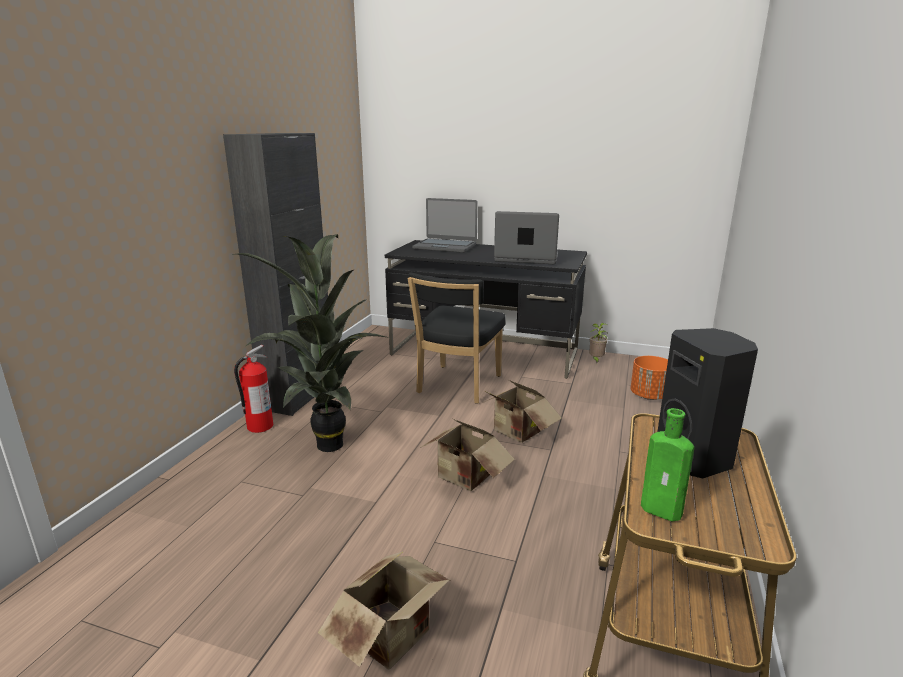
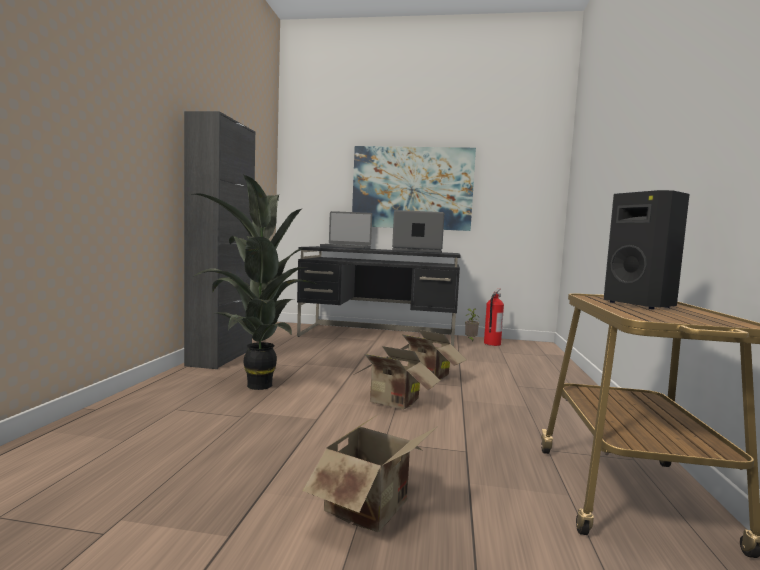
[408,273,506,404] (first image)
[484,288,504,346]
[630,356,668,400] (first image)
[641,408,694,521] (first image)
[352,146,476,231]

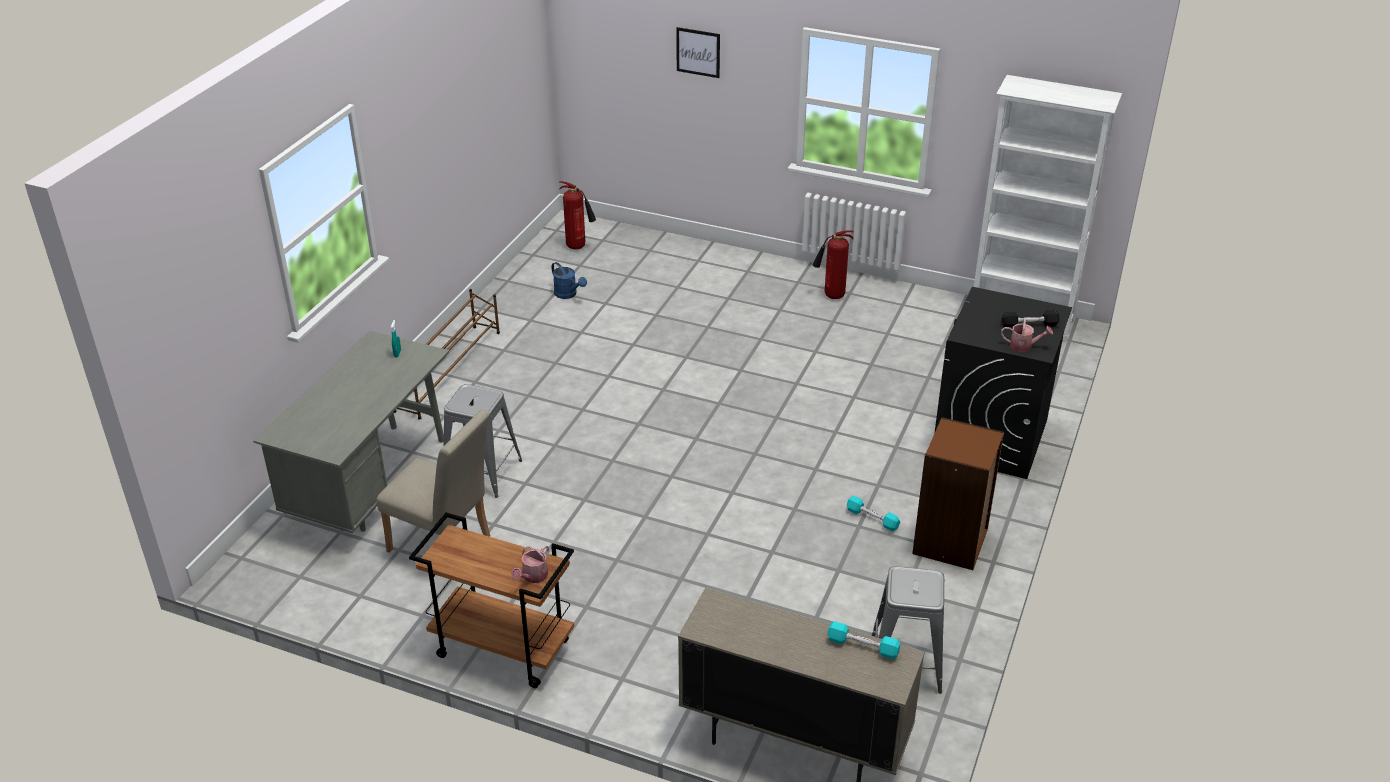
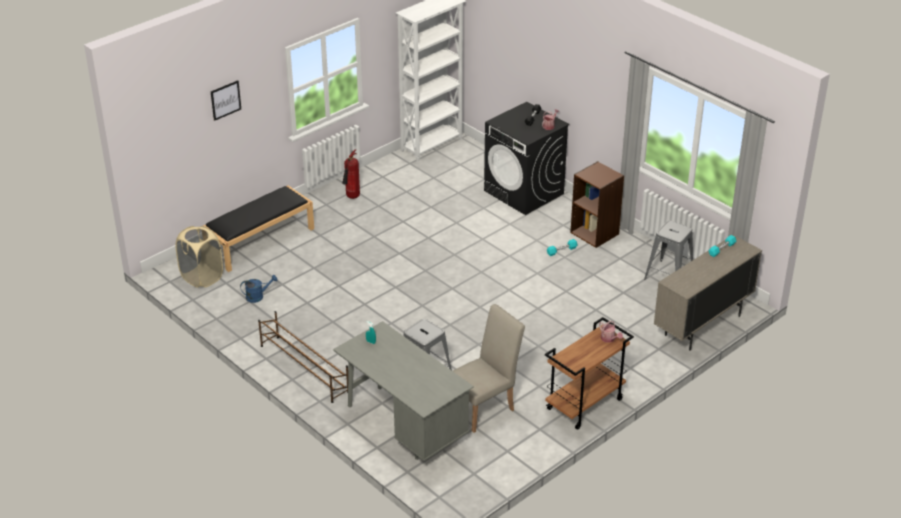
[175,226,223,288]
[203,186,314,272]

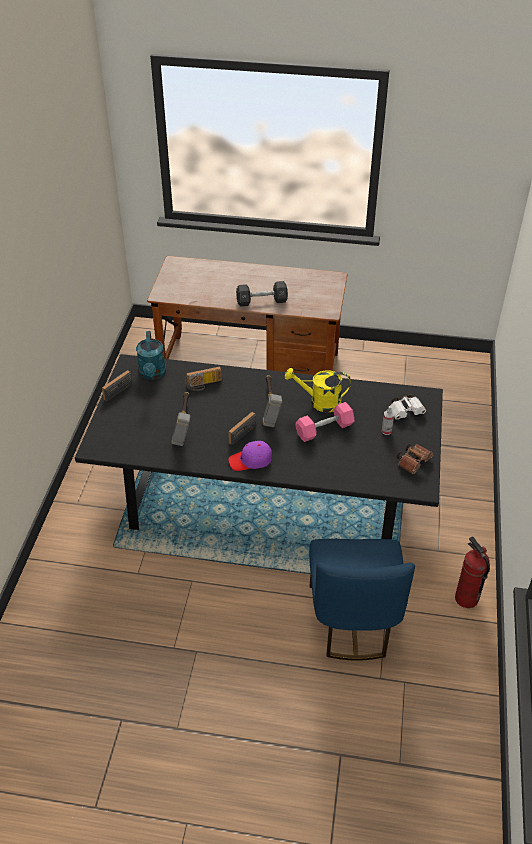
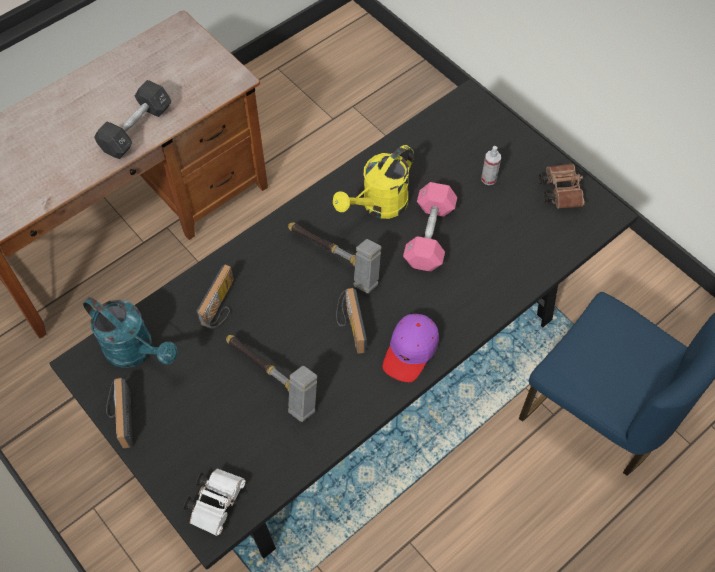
[183,468,246,536]
[455,536,490,608] (first image)

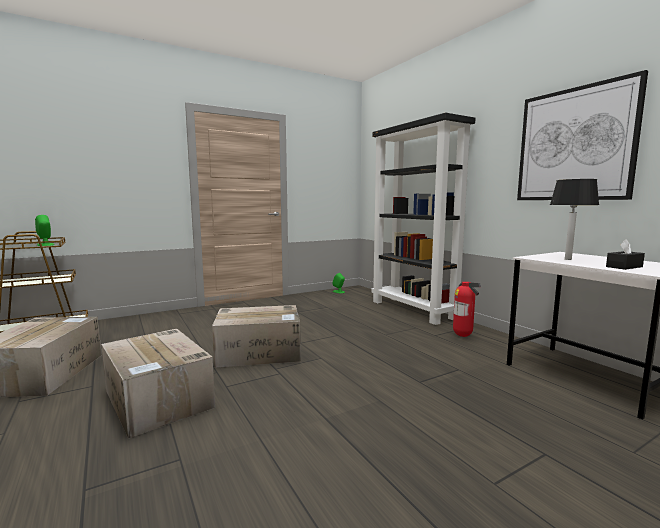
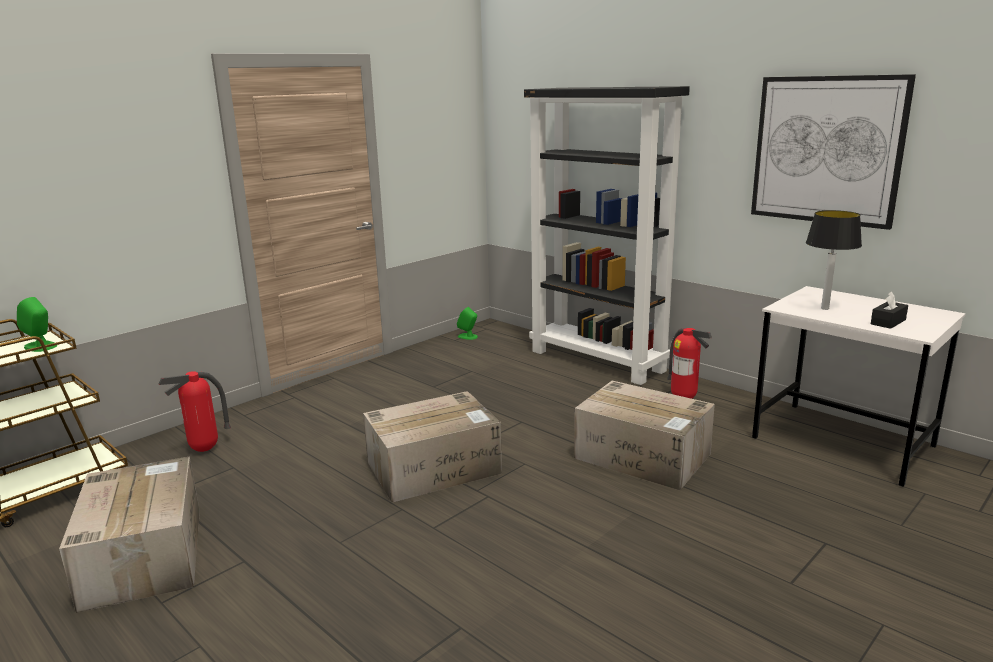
[574,380,715,490]
[159,371,231,452]

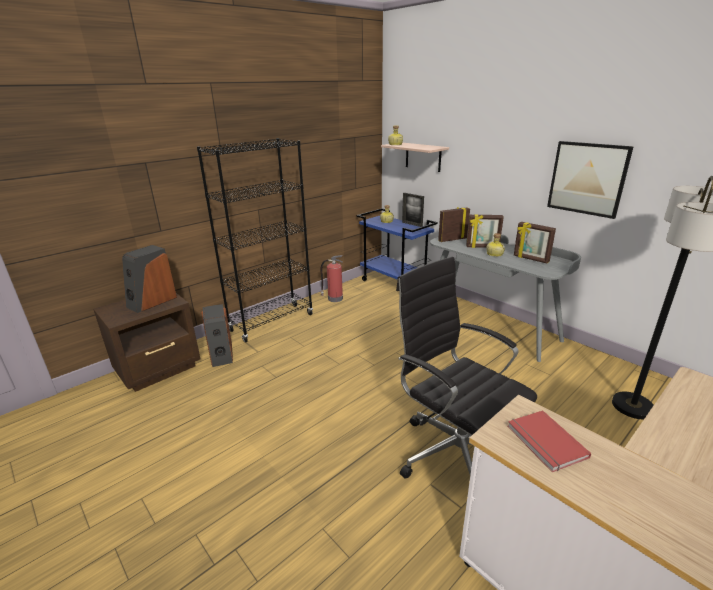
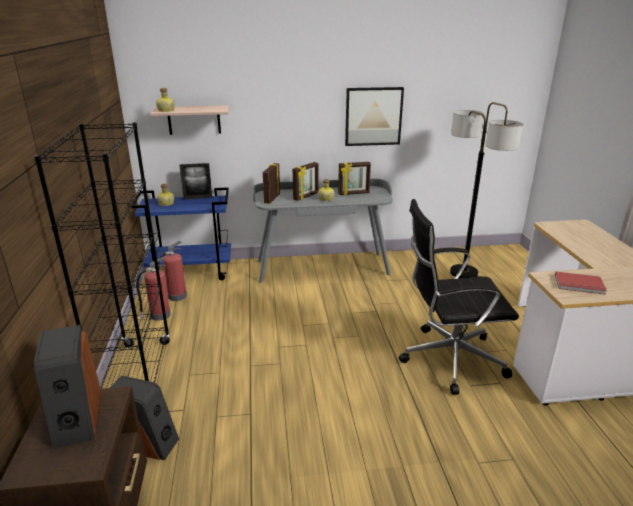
[158,241,187,301]

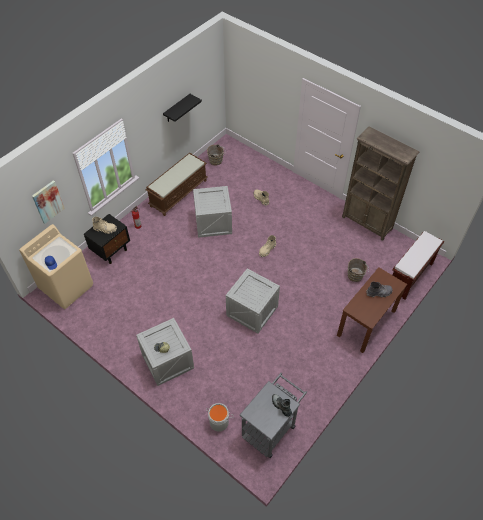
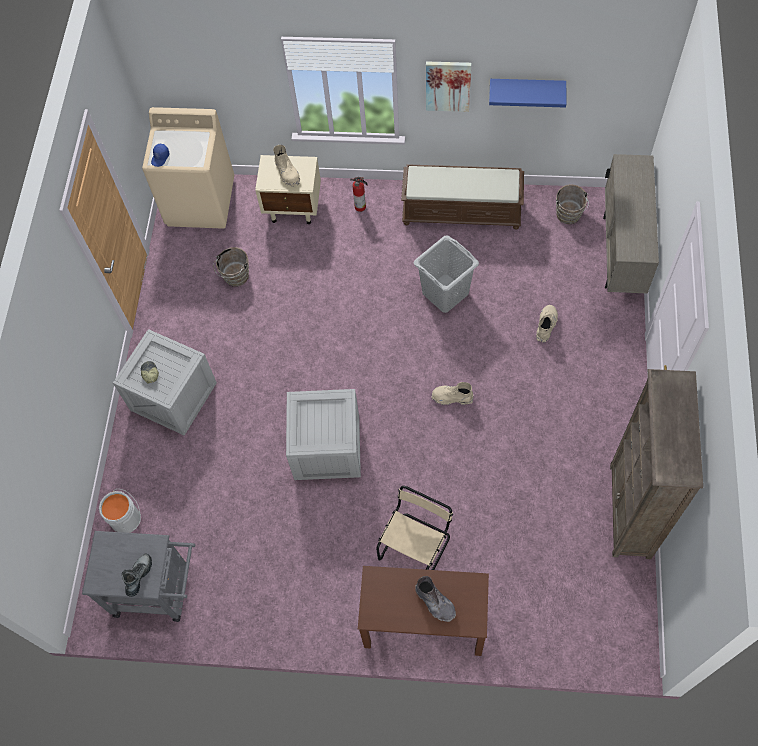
[489,79,566,108]
[426,61,471,112]
[413,235,479,313]
[255,155,321,224]
[392,231,444,300] (first image)
[213,247,249,287]
[603,154,659,294]
[376,486,453,570]

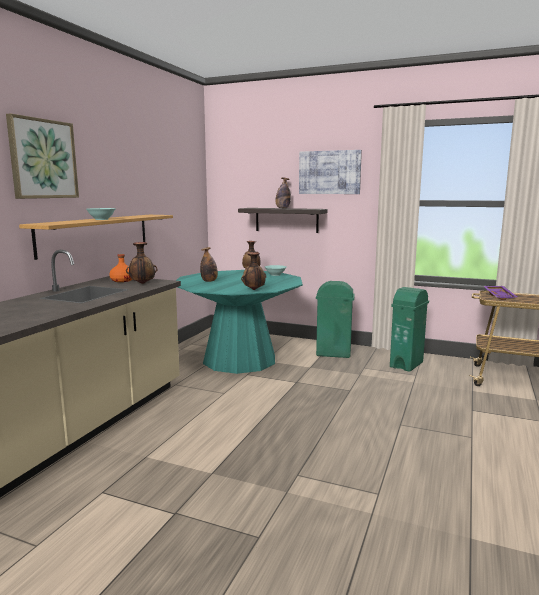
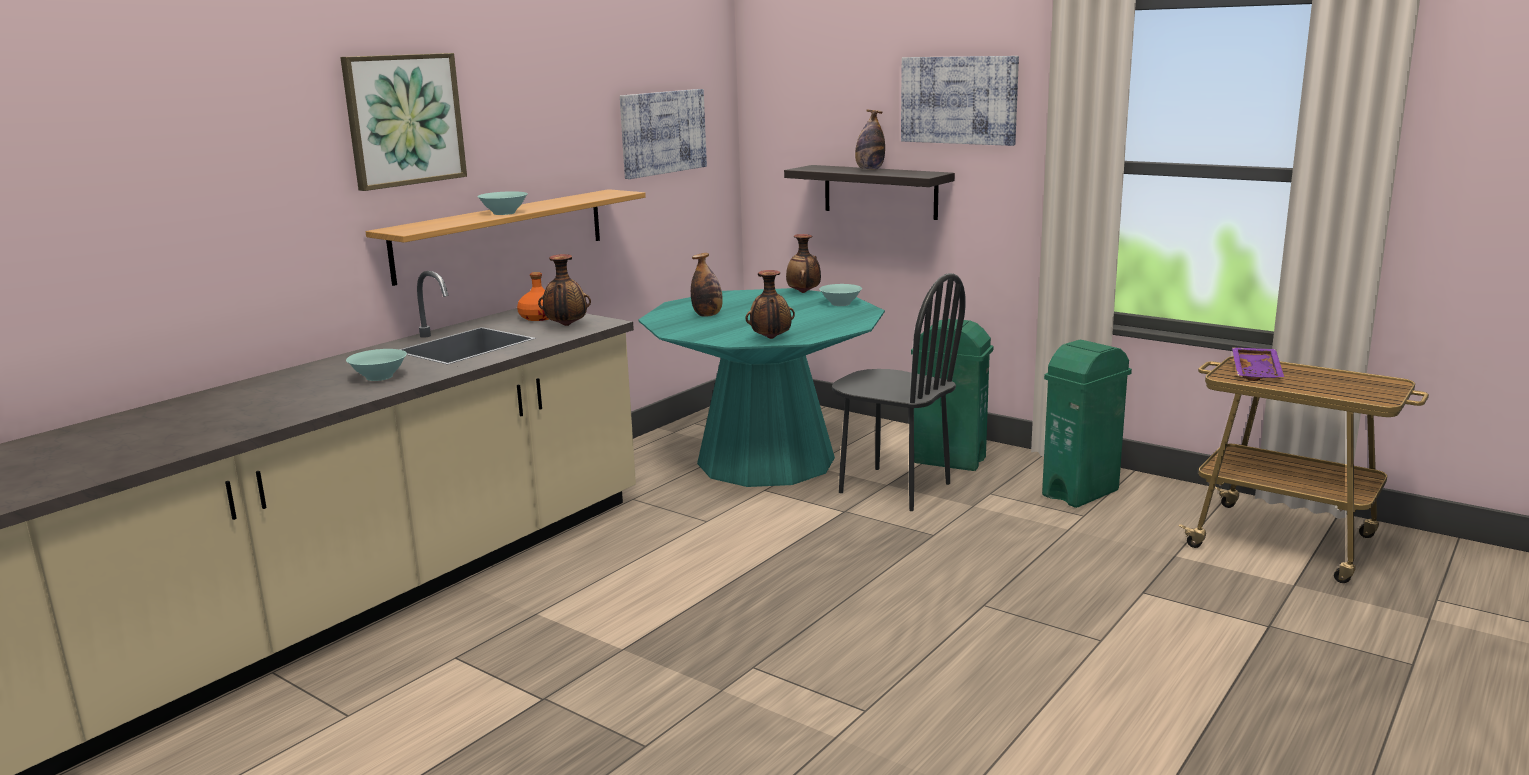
[620,89,707,179]
[832,273,966,511]
[346,349,407,381]

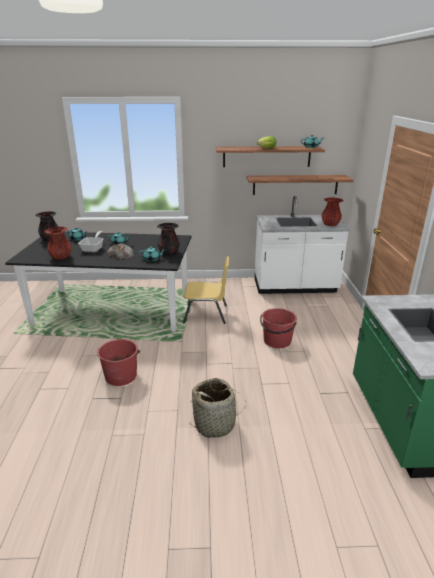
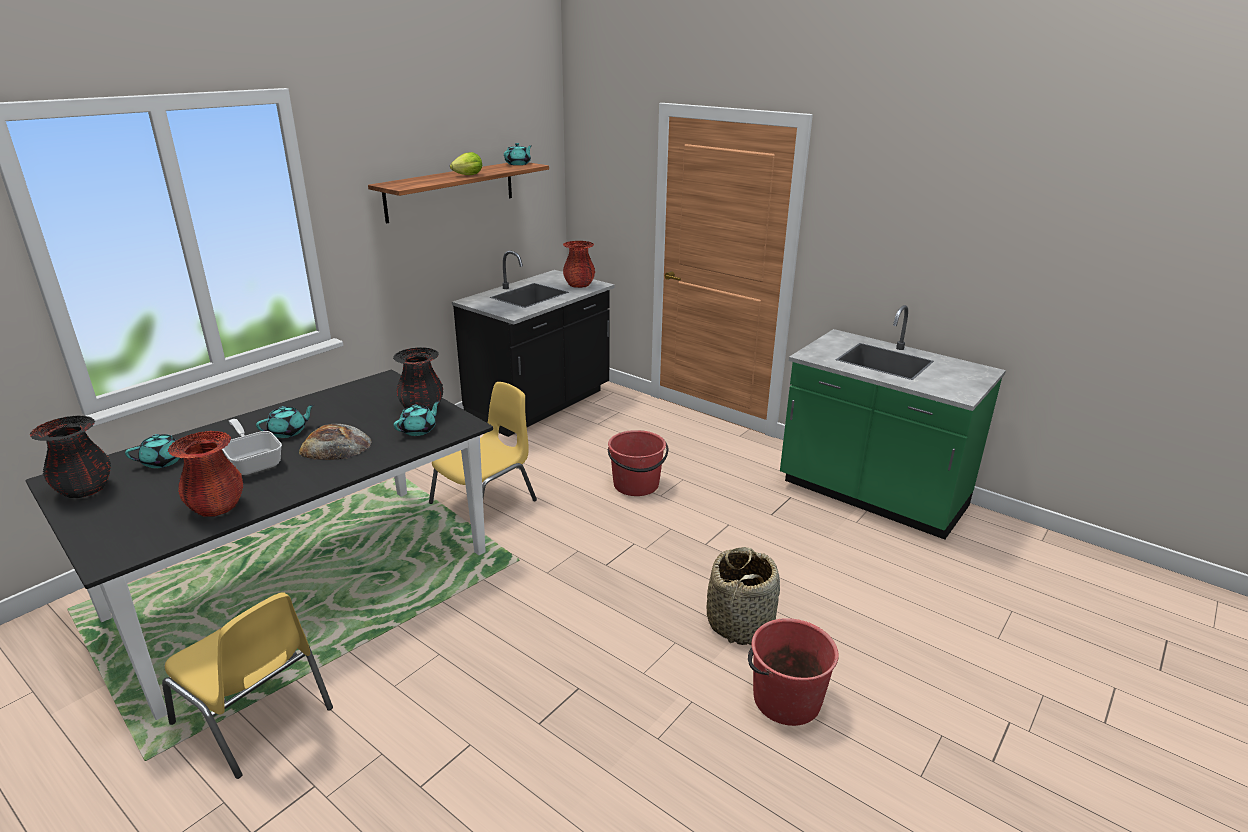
[246,175,353,195] (first image)
[452,251,615,437]
[748,618,839,726]
[162,592,333,779]

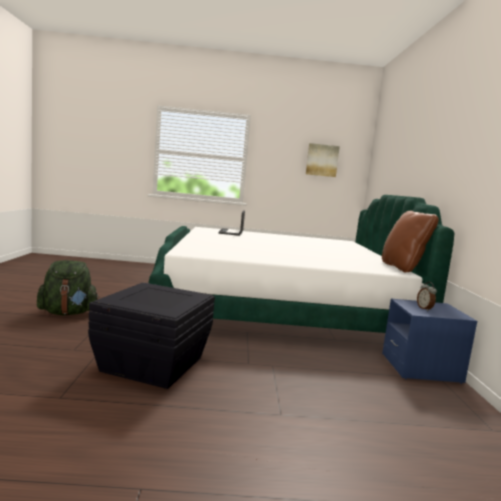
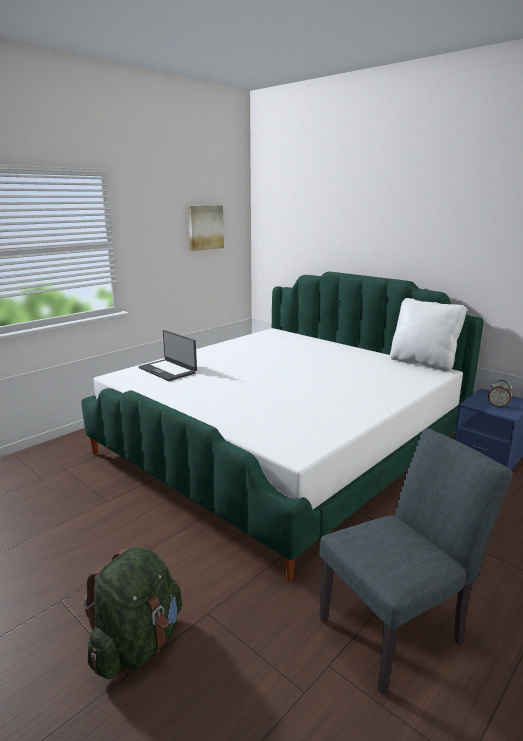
[390,298,466,371]
[319,428,512,695]

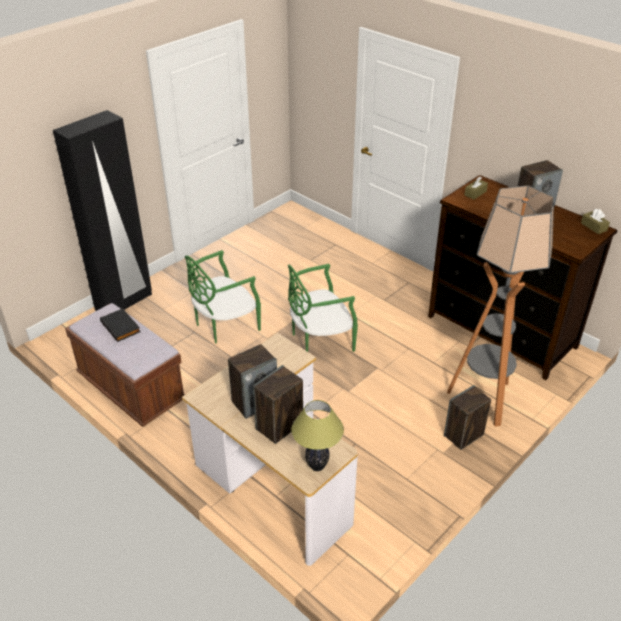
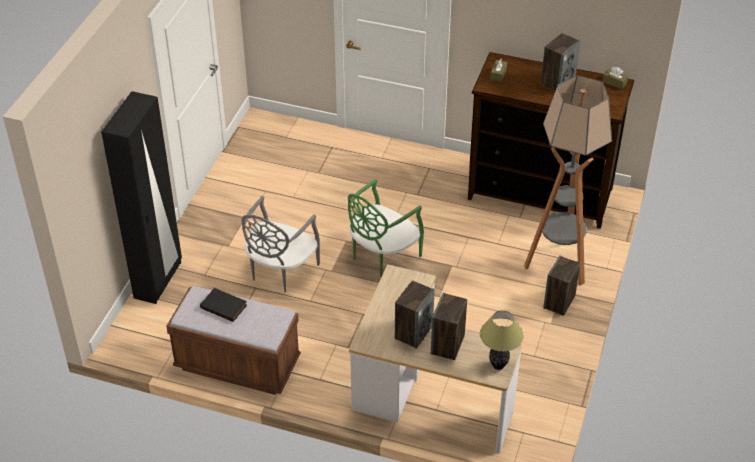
[242,196,320,293]

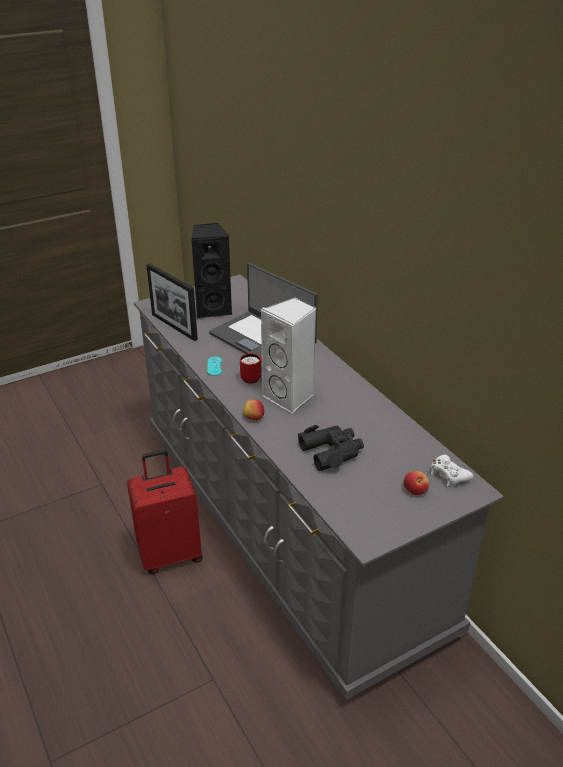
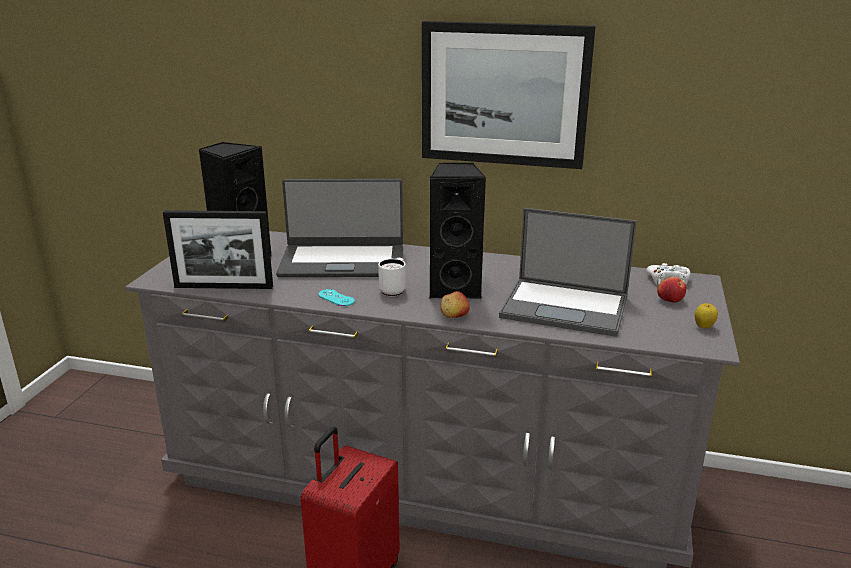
[429,163,486,299]
[378,258,406,296]
[499,208,637,337]
[422,21,595,169]
[695,303,718,328]

